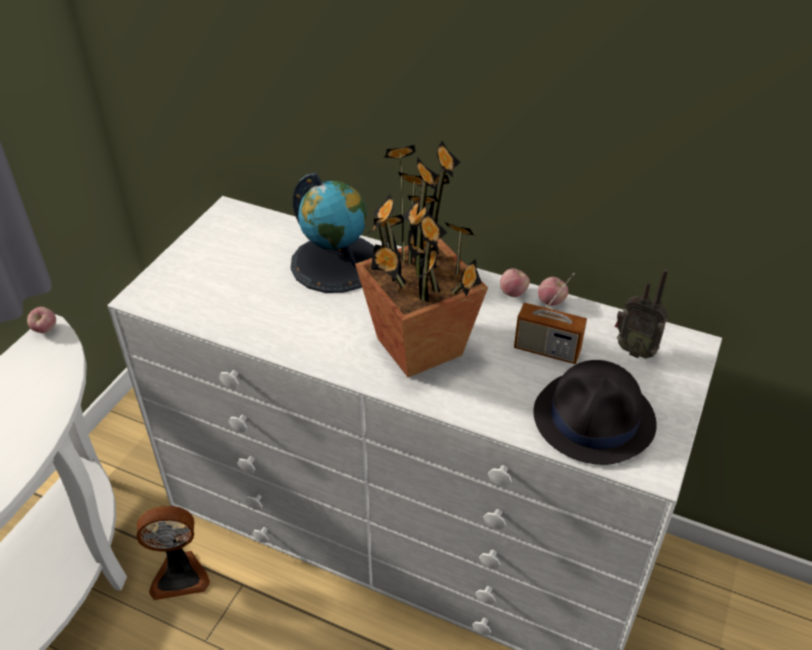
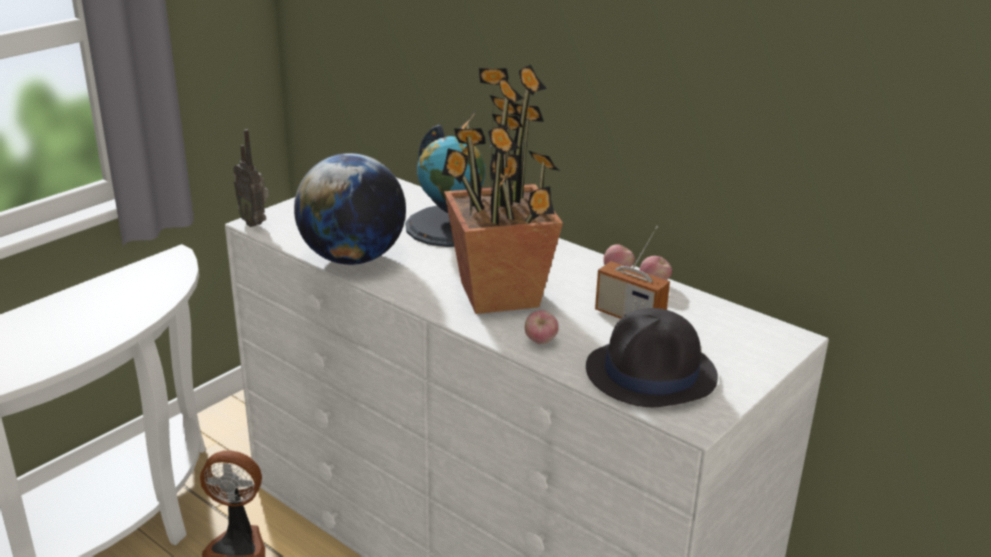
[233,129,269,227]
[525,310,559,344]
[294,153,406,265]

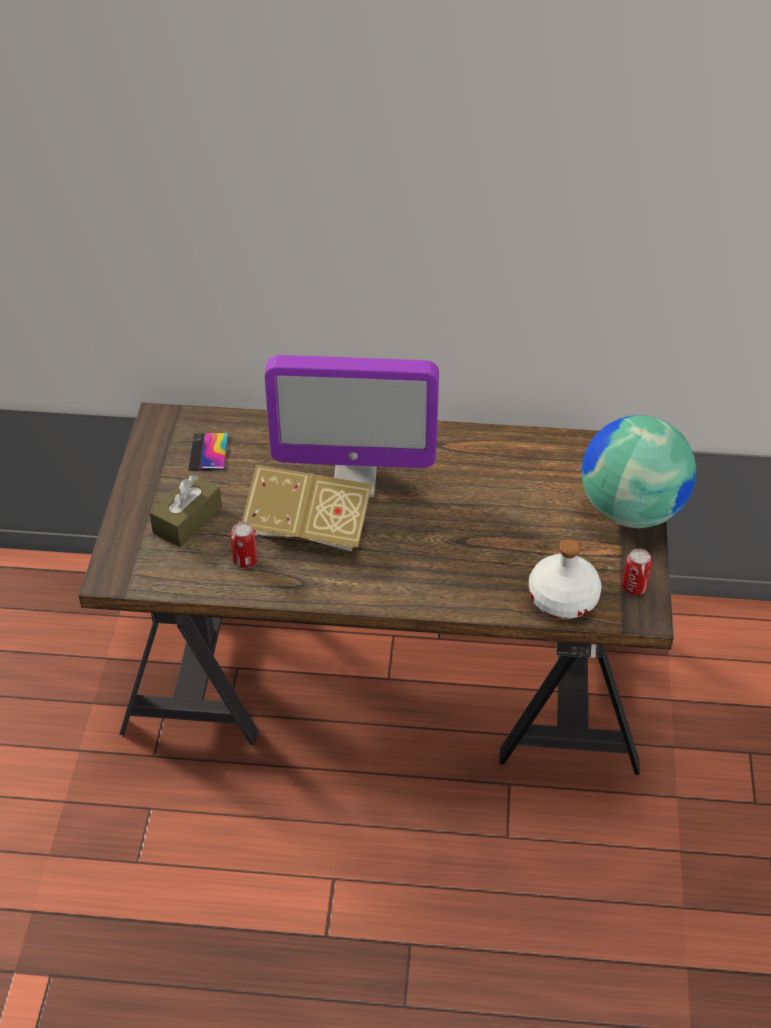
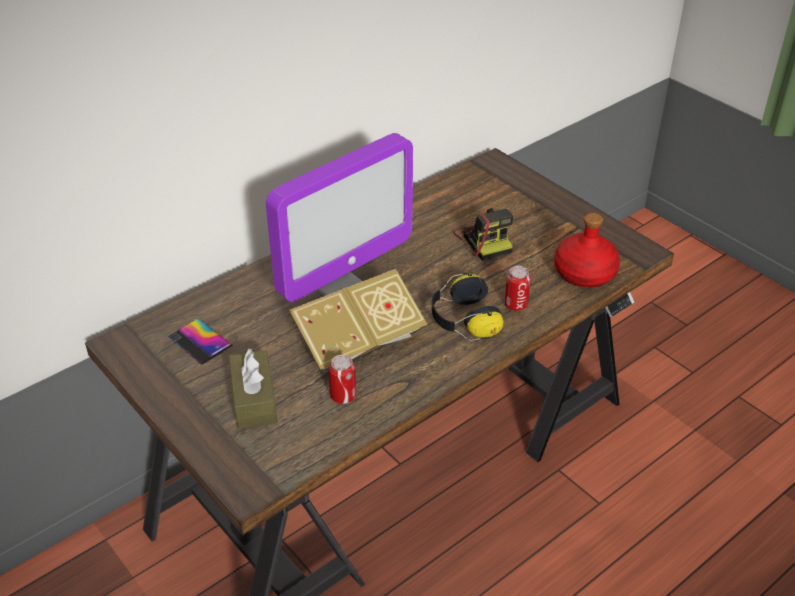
[582,415,696,528] (first image)
[554,213,620,288]
[504,266,531,311]
[453,208,513,261]
[432,272,504,341]

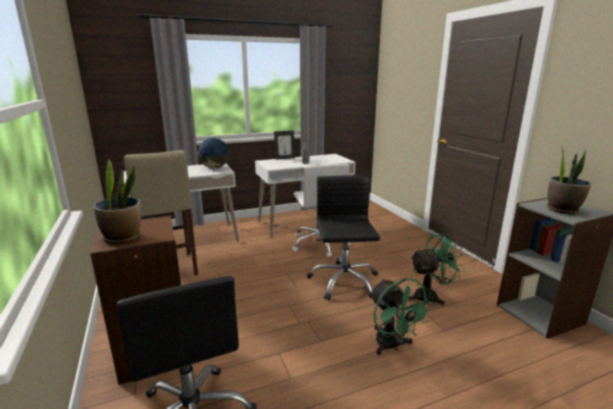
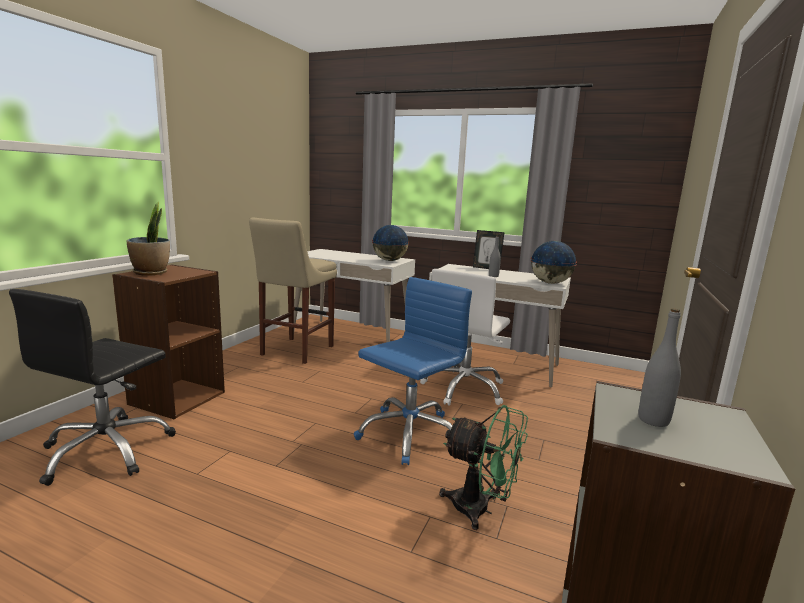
[639,308,681,427]
[354,277,472,465]
[370,278,435,355] (first image)
[530,241,577,284]

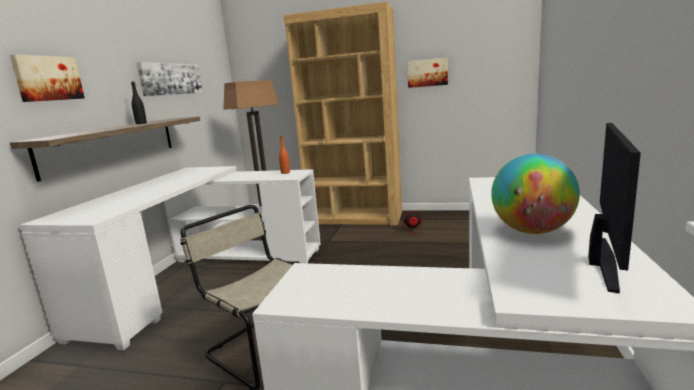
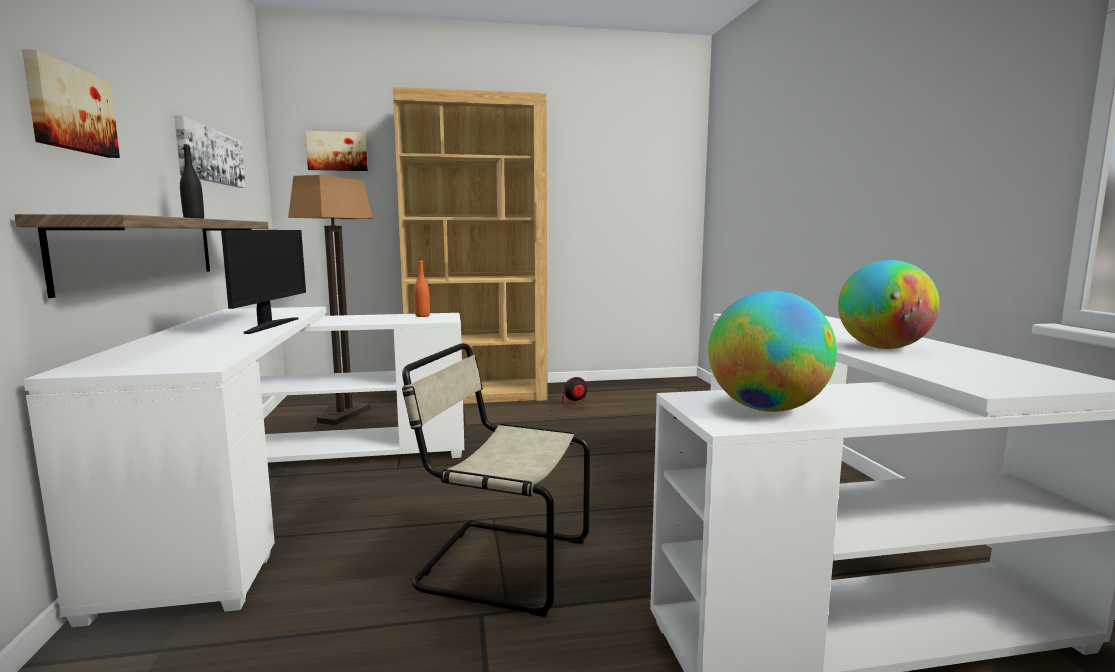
[305,131,368,171]
[221,230,306,334]
[708,291,837,412]

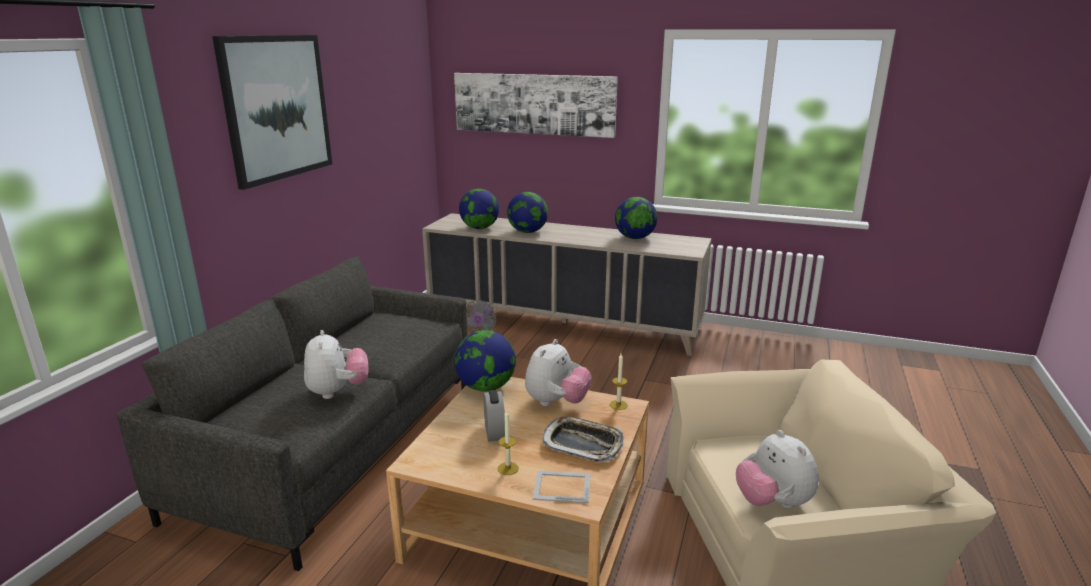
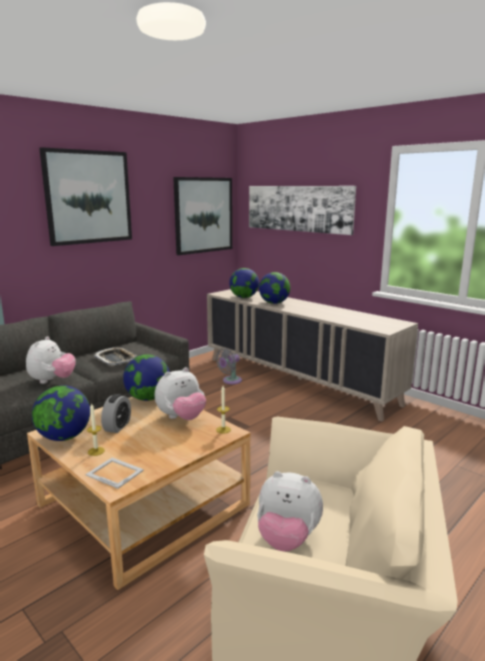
[32,385,90,441]
[94,347,137,365]
[257,471,323,552]
[173,177,232,255]

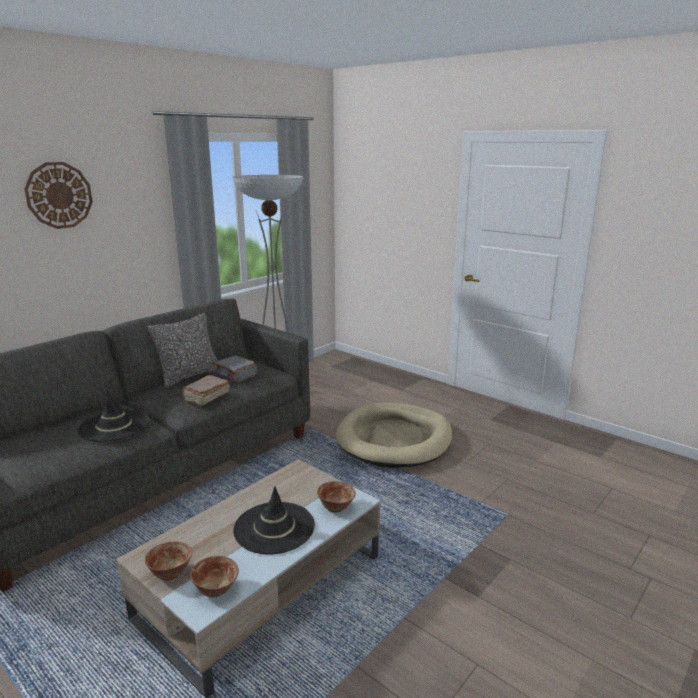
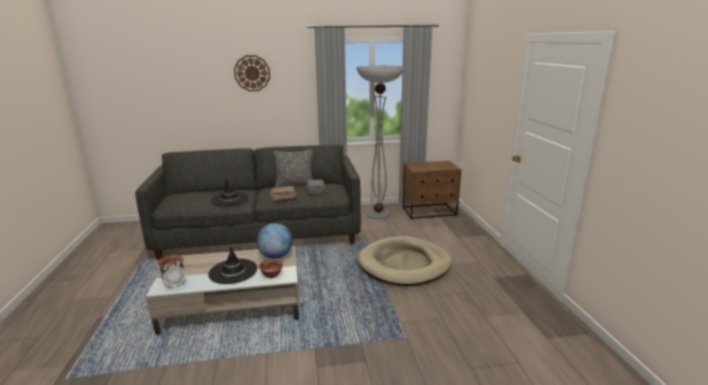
[160,259,185,287]
[403,161,461,219]
[256,223,293,259]

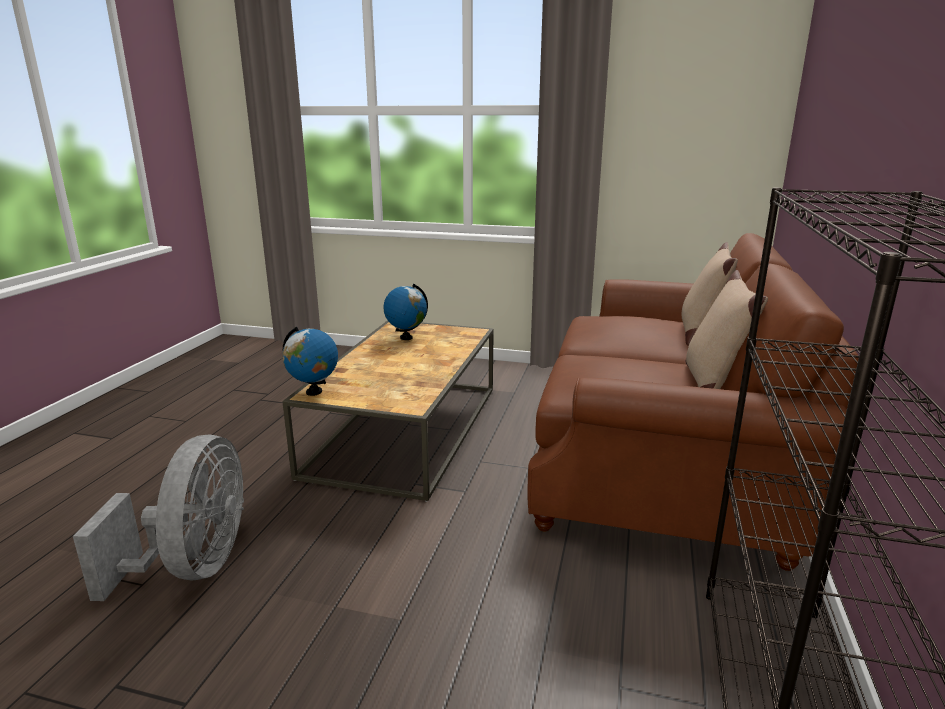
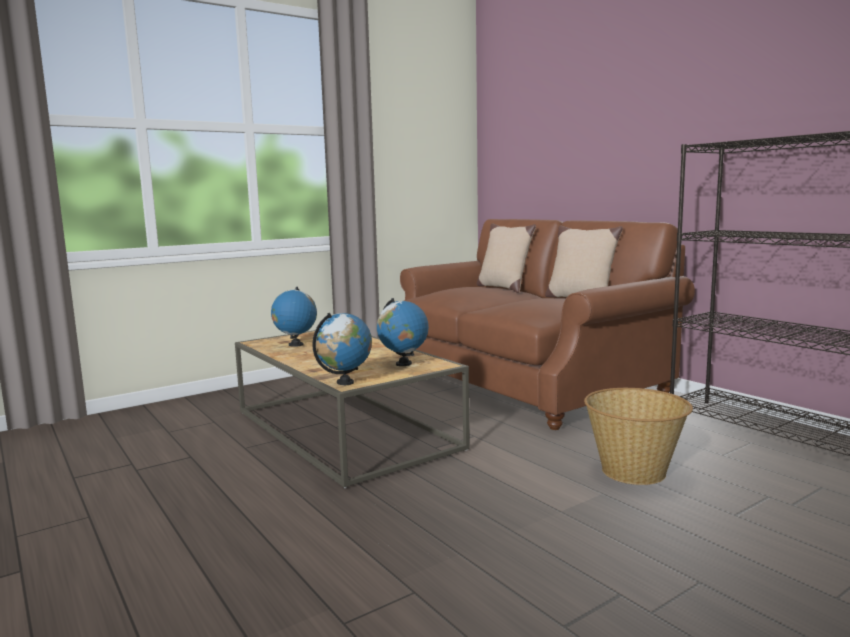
[73,434,244,601] (first image)
[377,298,429,366]
[584,388,693,485]

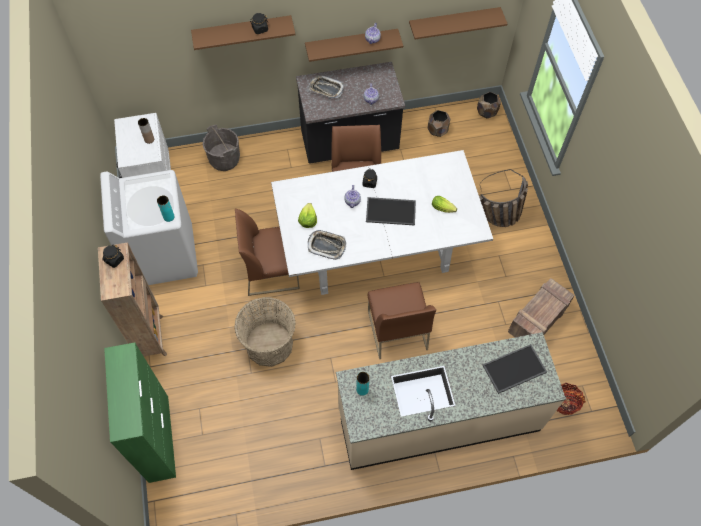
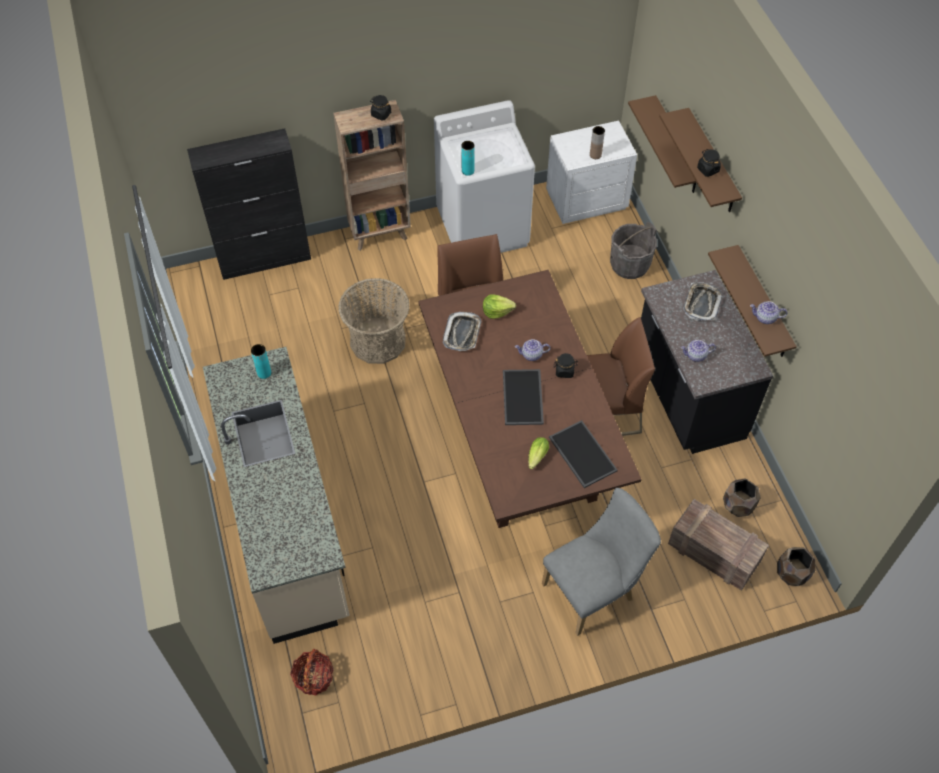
[628,95,697,193]
[418,270,642,528]
[542,488,661,636]
[668,499,769,591]
[368,282,436,359] (first image)
[187,128,311,280]
[549,420,618,488]

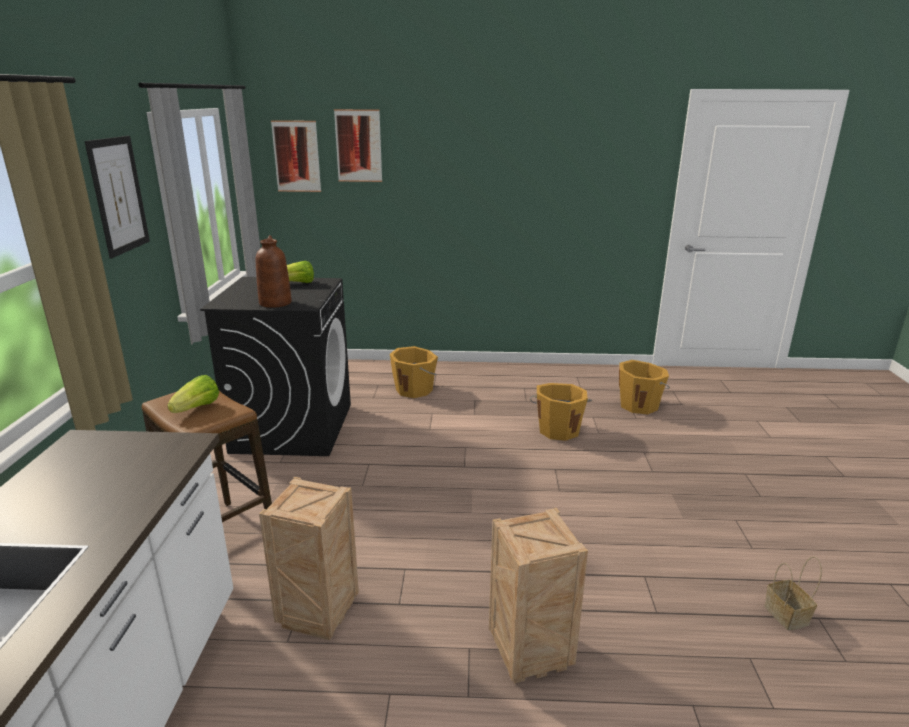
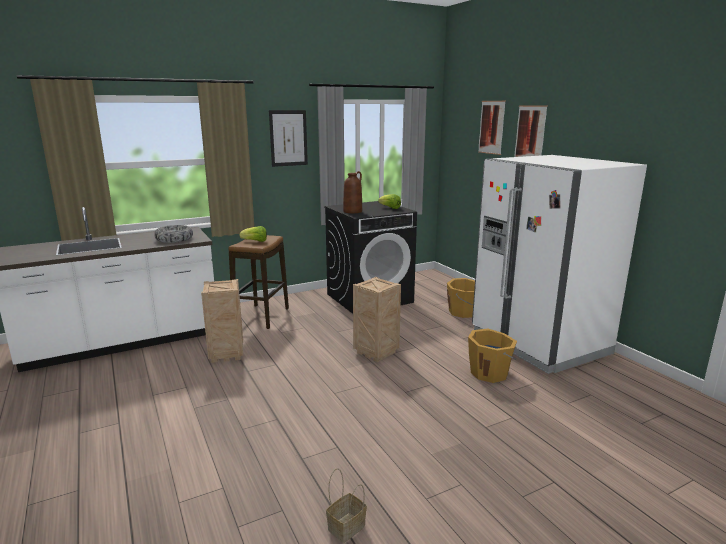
[514,105,548,157]
[619,360,670,415] (first image)
[353,277,401,362]
[472,155,647,374]
[154,225,193,243]

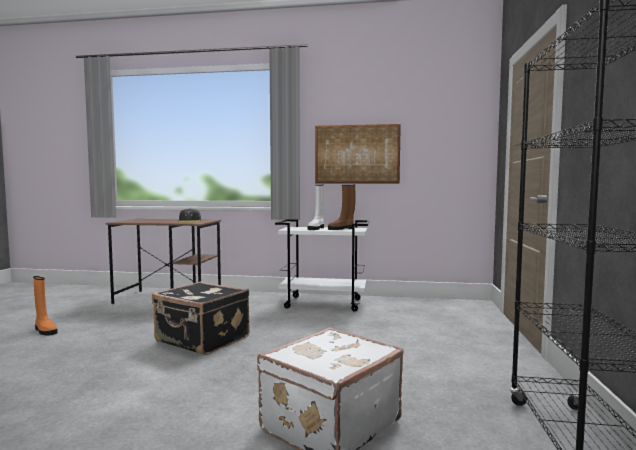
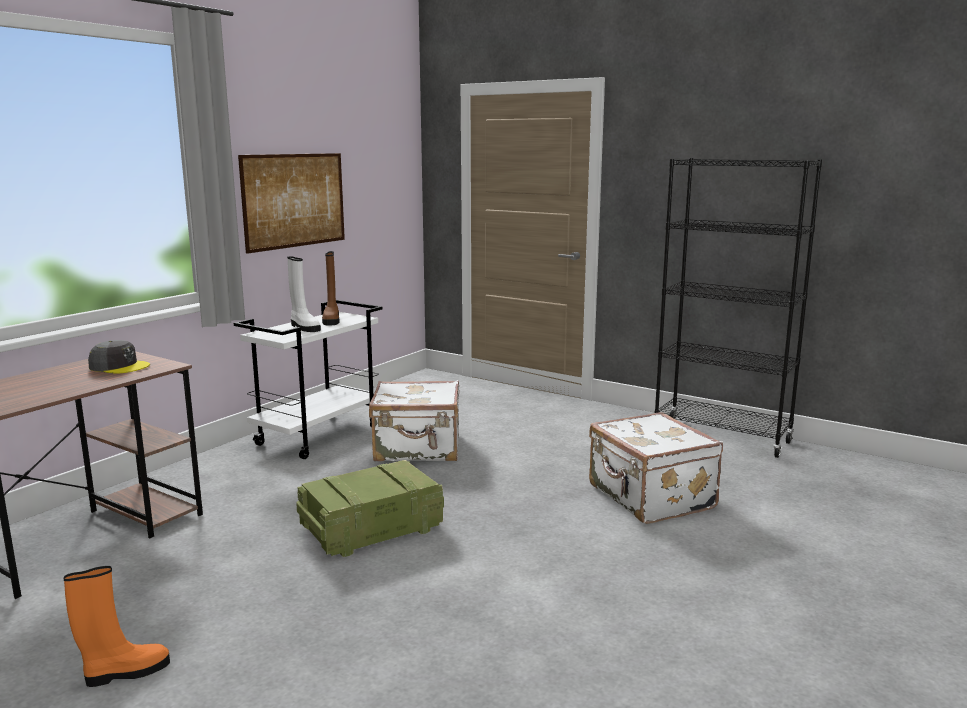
[296,460,444,557]
[369,380,459,461]

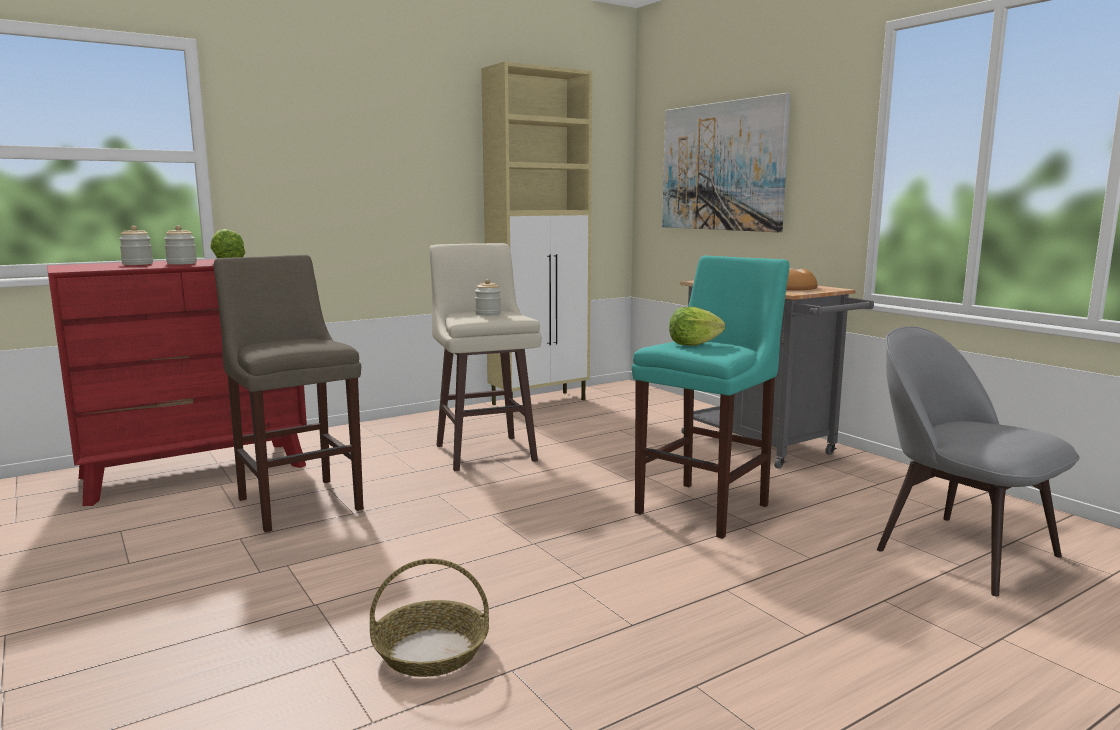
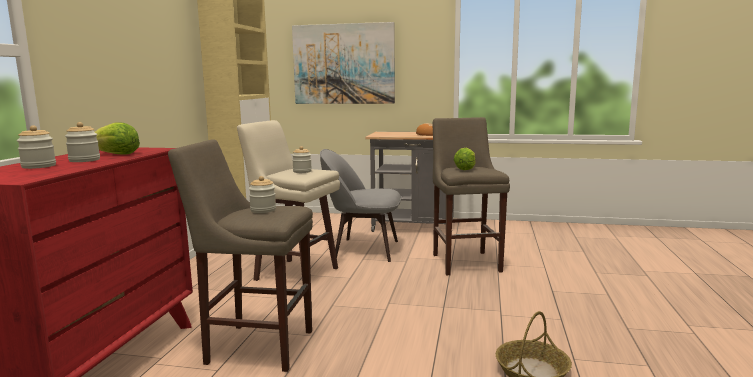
[432,117,510,275]
[320,149,402,262]
[249,176,276,213]

